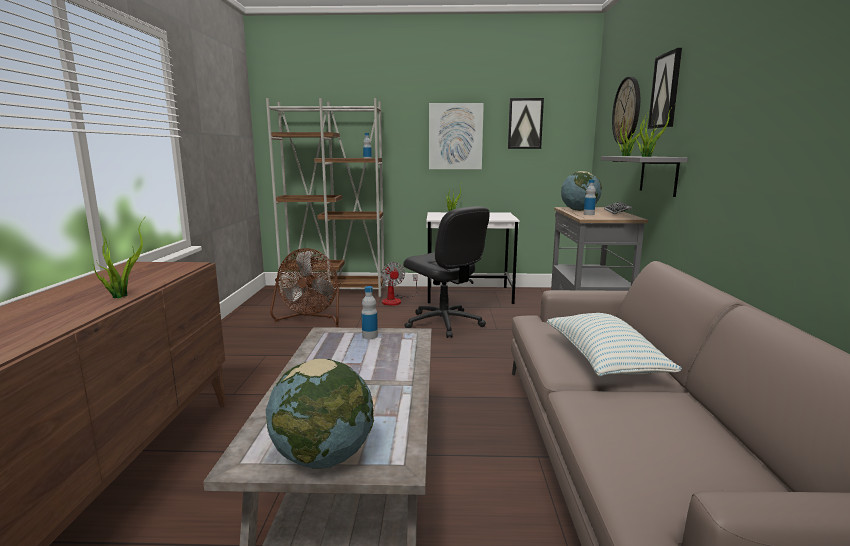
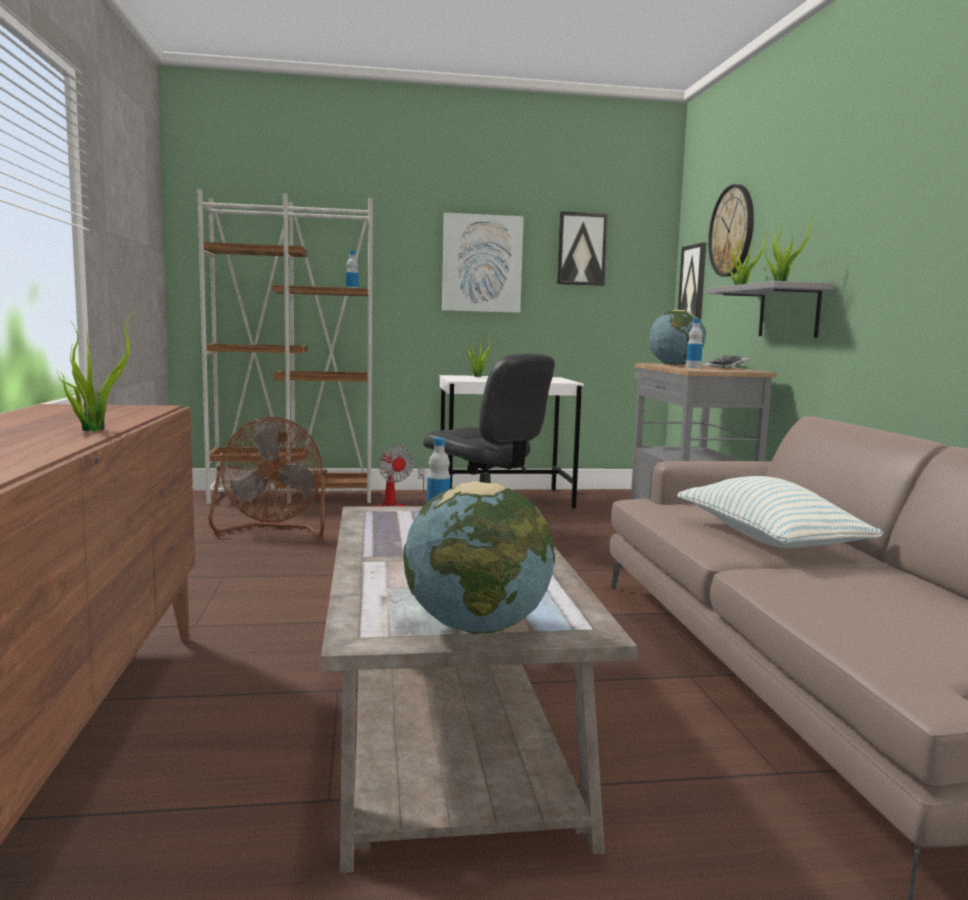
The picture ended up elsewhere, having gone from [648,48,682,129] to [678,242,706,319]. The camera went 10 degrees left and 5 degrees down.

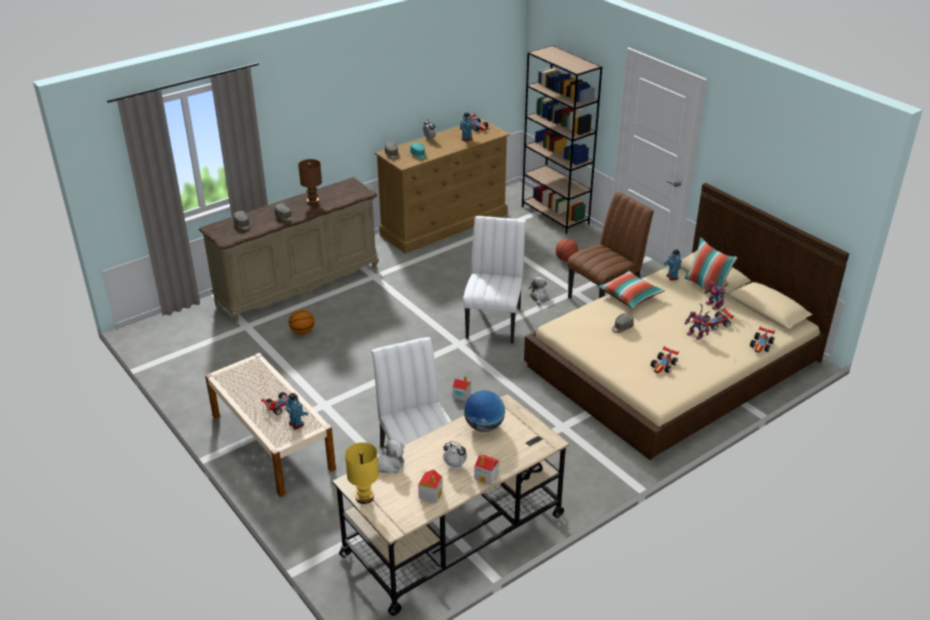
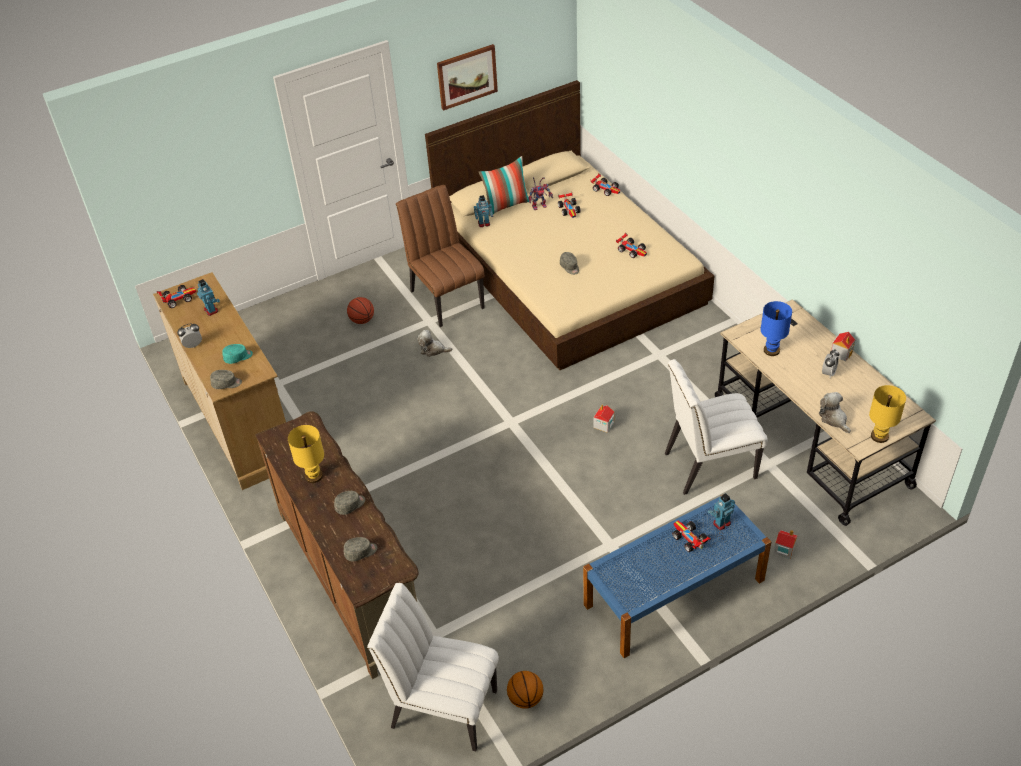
The second view lost the sand-coloured shelving unit at [522,45,602,234]. The second view lost the cushion at [598,270,665,309]. The second view lost the model robot at [685,304,710,340]. The second view gained the picture at [437,44,498,111]. The ball for basketball ended up elsewhere, having gone from [289,309,314,335] to [507,671,543,709]. The toy house ended up elsewhere, having gone from [418,469,443,503] to [774,530,798,559]. The white-coloured plain chair ended up elsewhere, having gone from [463,216,526,344] to [367,583,499,751]. Where the world globe stood at [464,390,505,432], the blue-coloured table lamp came to stand at [761,301,792,356]. What was the sand-coloured indoor bench at [205,353,336,497] turned into the blue-coloured indoor bench at [583,494,771,658]. What was the brownish table lamp at [298,159,322,204] turned into the yellowish table lamp at [288,425,324,483]. The camera went 80 degrees left and 10 degrees up.

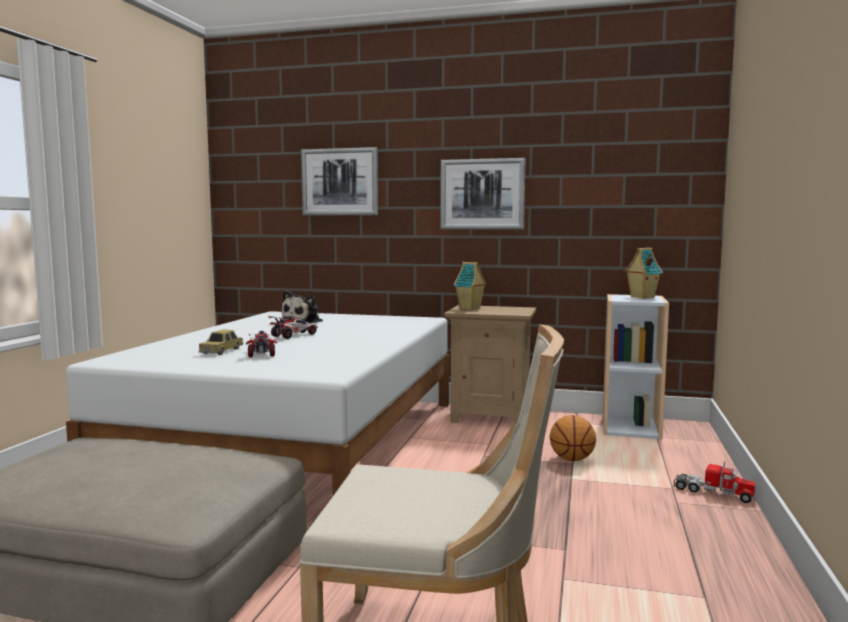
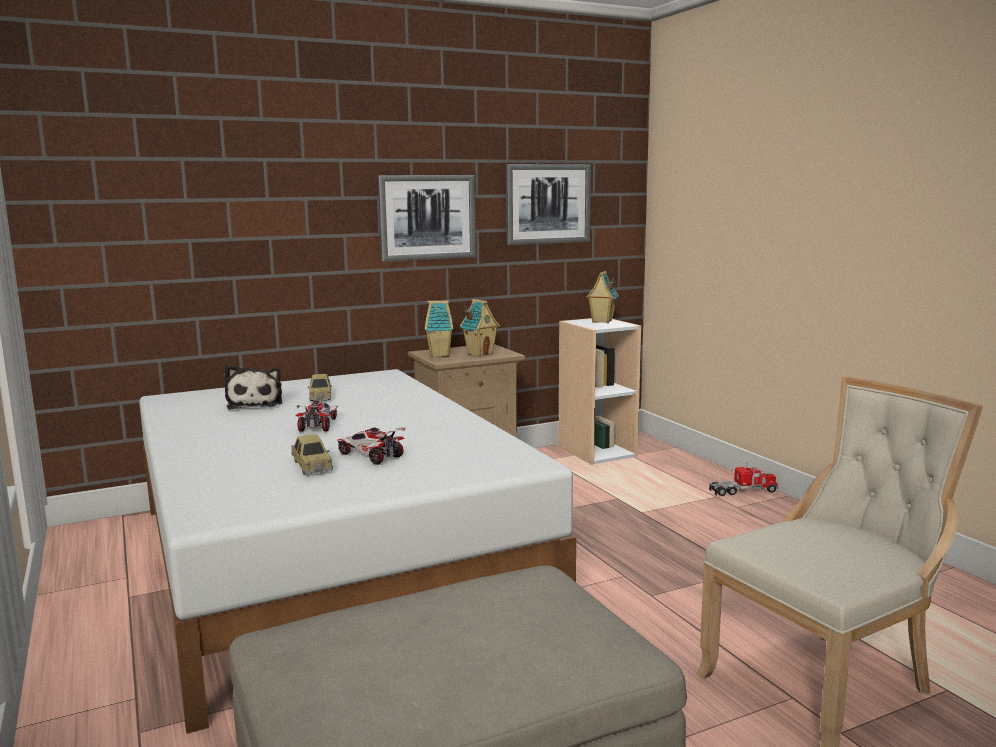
The second view lost the ball for basketball at [550,415,596,461]. The second view gained the toy car at [308,374,332,401]. The second view gained the toy house at [460,299,500,357]. The picture ended up elsewhere, having gone from [301,147,378,216] to [506,164,591,245]. The camera went 40 degrees left and 5 degrees up.

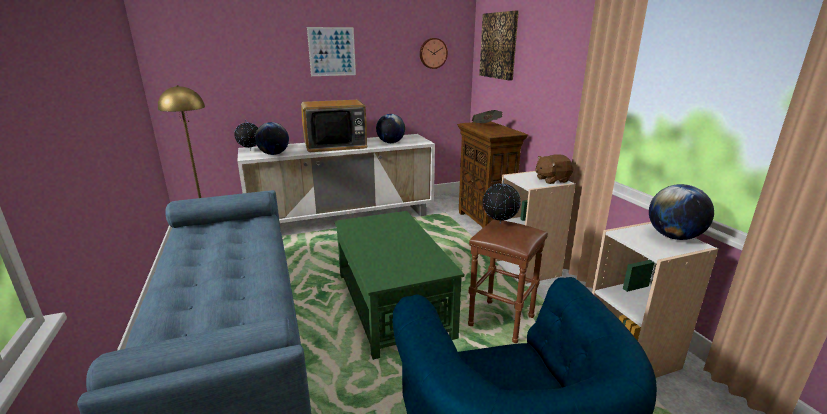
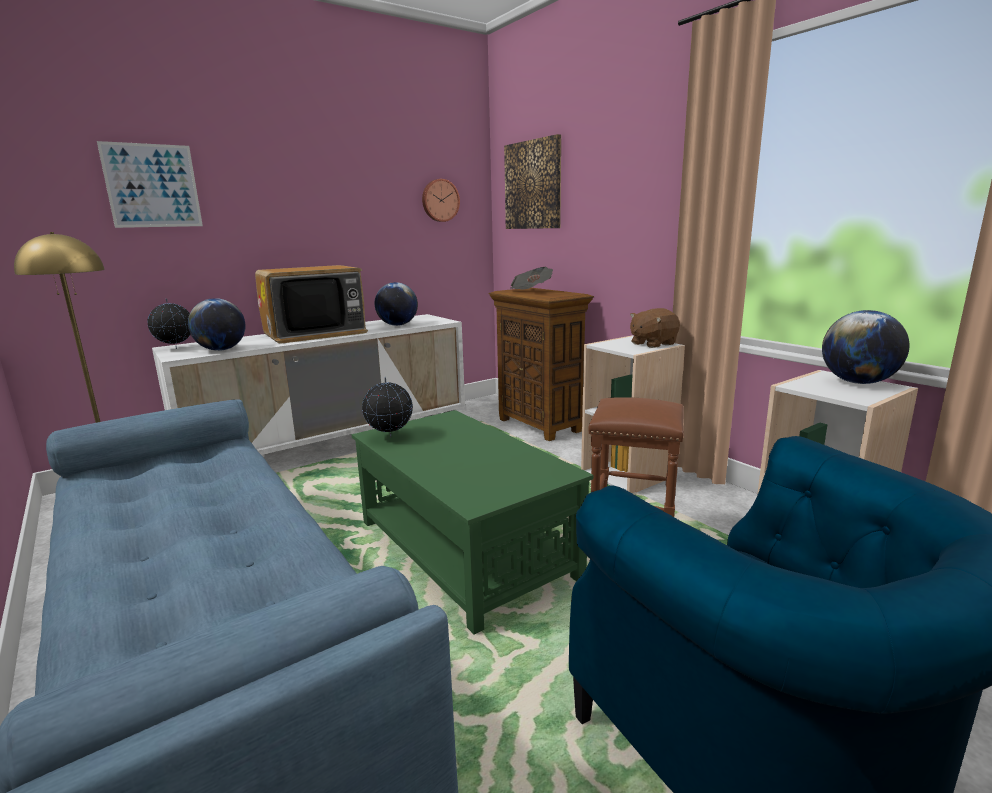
The picture ended up elsewhere, having gone from [307,27,356,76] to [97,141,203,228]. The world globe ended up elsewhere, having gone from [483,180,521,224] to [362,377,413,437]. The camera went 15 degrees left and 5 degrees down.

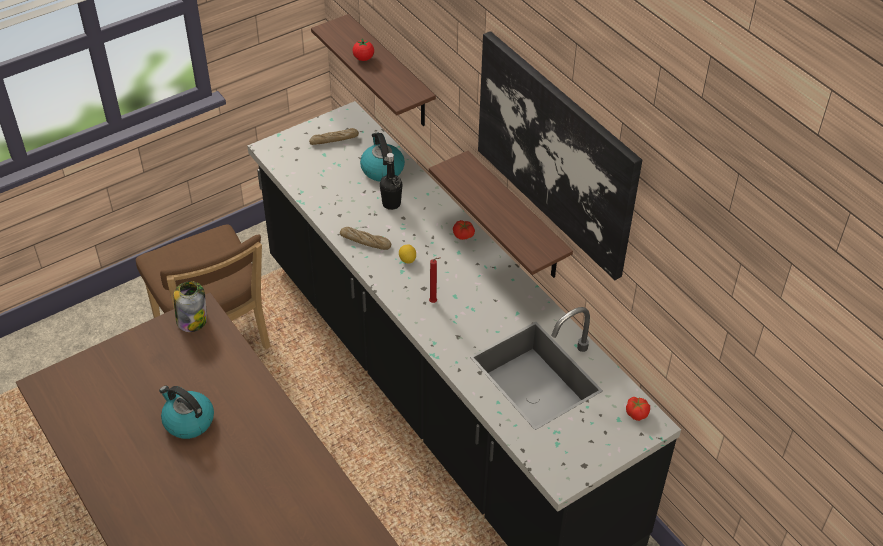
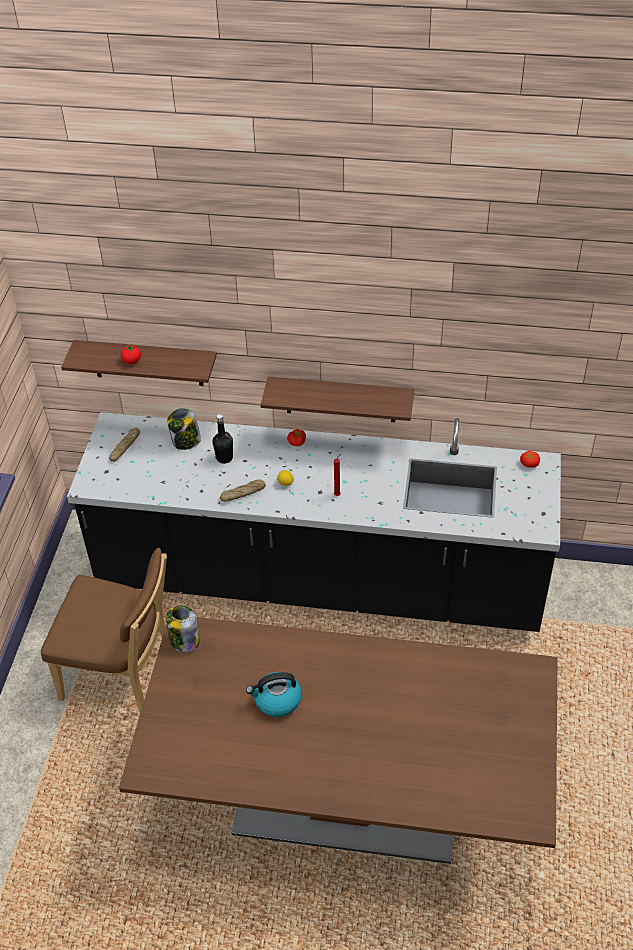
The second view lost the picture at [478,31,642,280]. Where the kettle stood at [360,133,405,181], the jar came to stand at [167,408,201,450]. The camera went 45 degrees left and 0 degrees up.

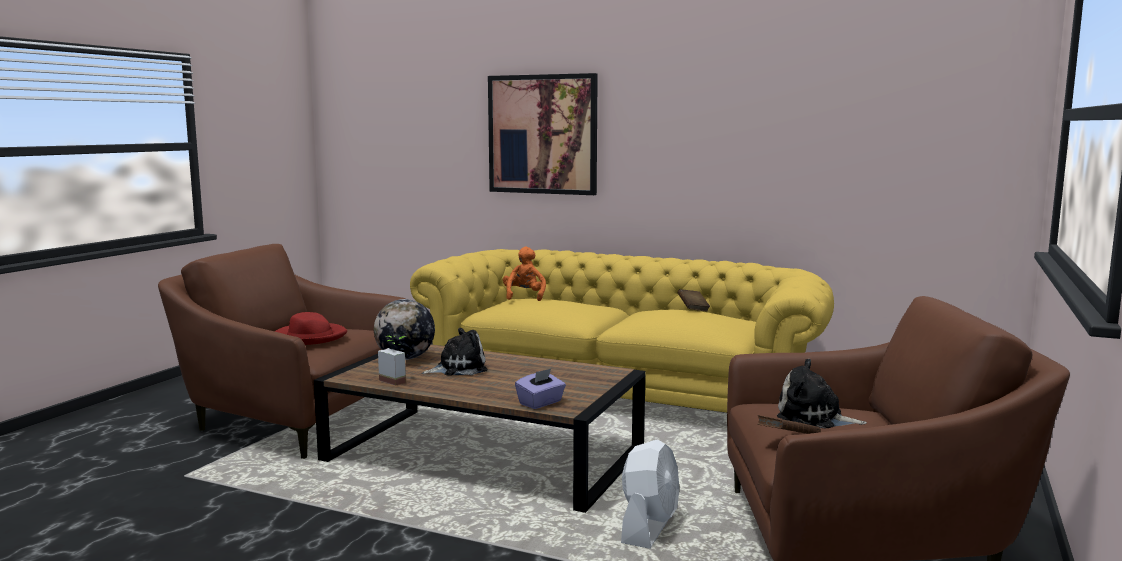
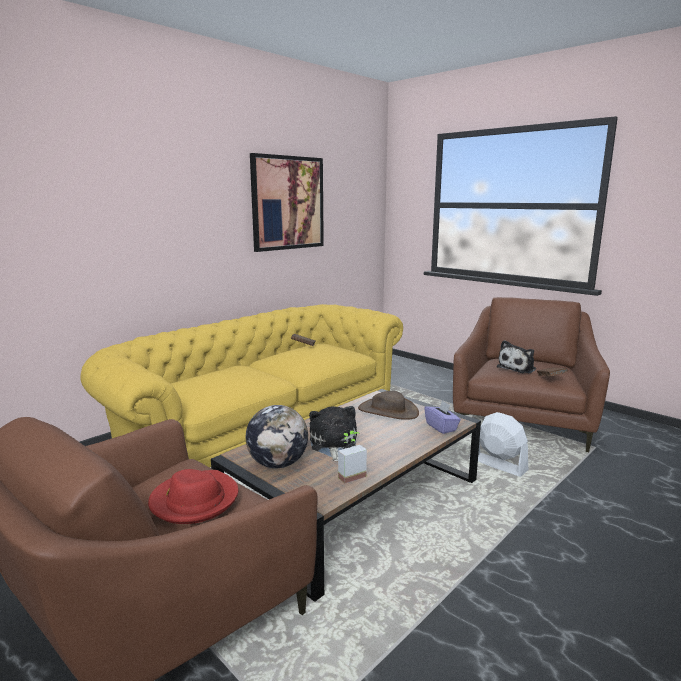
The second view lost the orange soft toy at [503,247,546,301]. The second view gained the brownish hat at [358,391,419,420]. The picture ended up elsewhere, having gone from [488,73,598,195] to [250,153,324,252]. The camera went 70 degrees left and 5 degrees up.

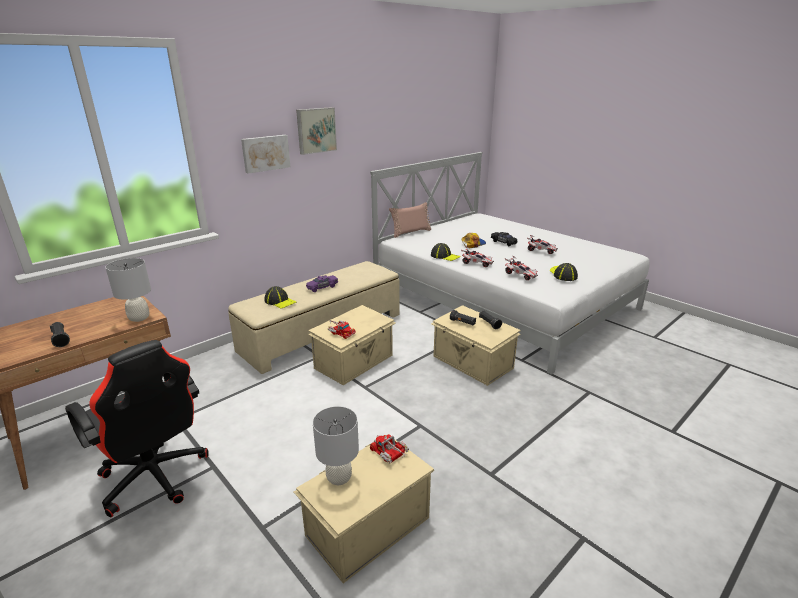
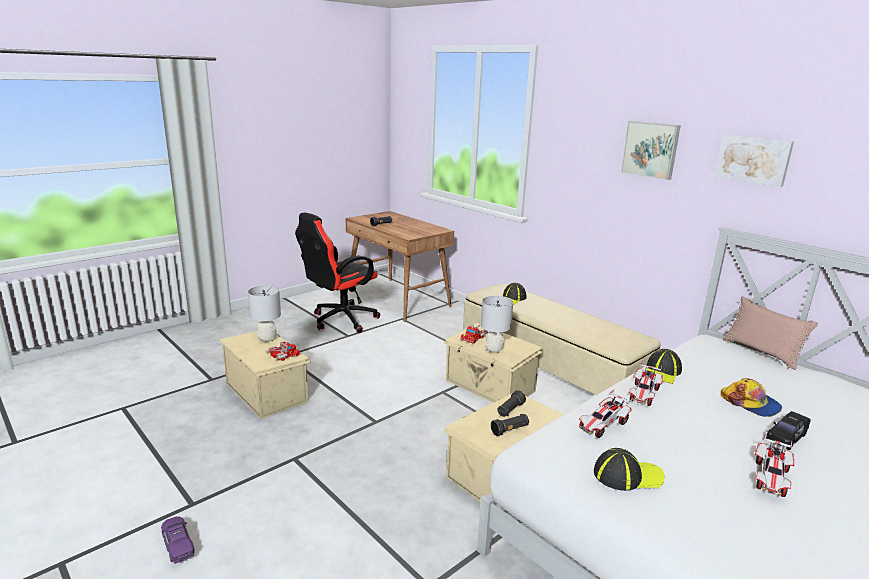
The greyish table lamp ended up elsewhere, having gone from [105,258,151,322] to [481,296,513,353]. The picture ended up elsewhere, having gone from [241,135,290,174] to [715,135,794,187]. The purple toy car ended up elsewhere, having gone from [306,275,338,292] to [161,516,194,564]. The camera went 90 degrees right and 5 degrees down.

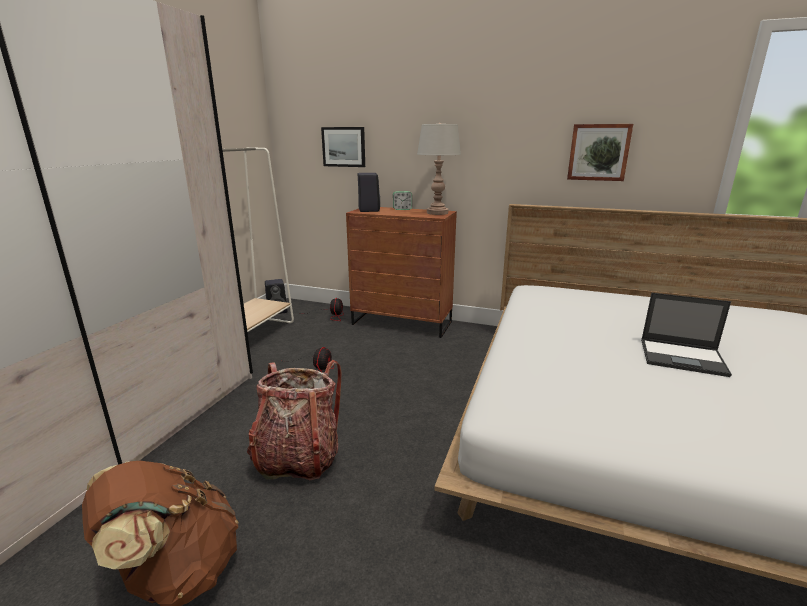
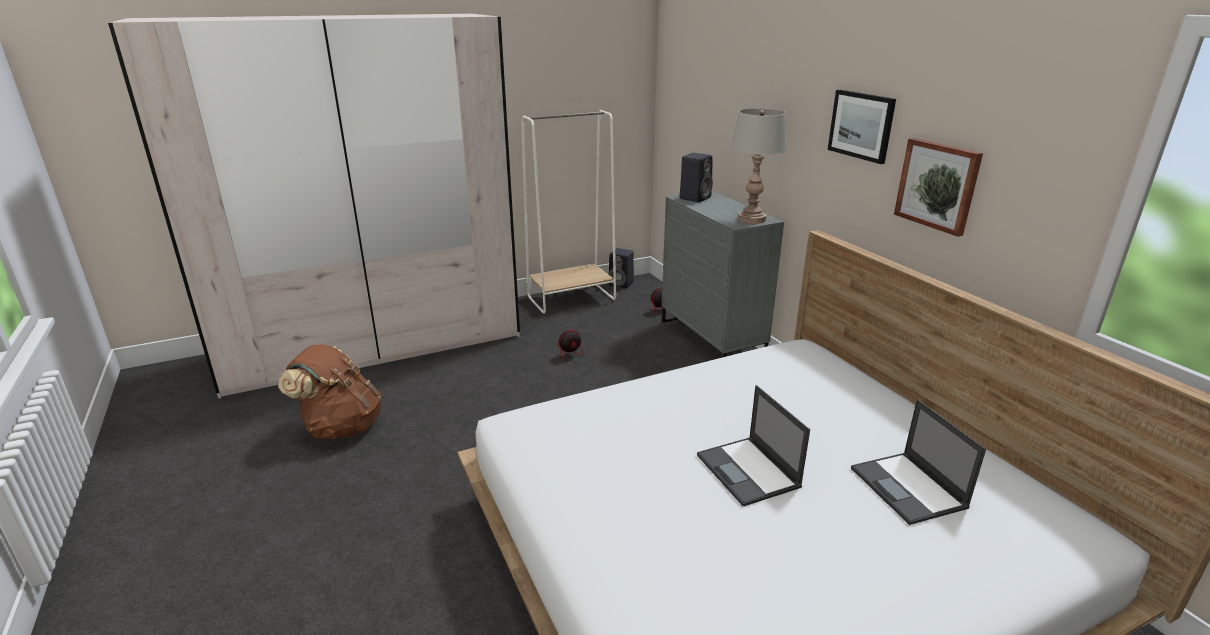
The second view lost the rucksack at [247,360,342,480]. The second view lost the alarm clock at [393,191,412,210]. The second view gained the notebook computer at [851,399,986,525]. The picture ended up elsewhere, having gone from [321,127,365,167] to [828,90,896,164]. What was the brownish chest of drawers at [346,207,457,338] turned into the greyish chest of drawers at [661,191,784,357]. The camera went 45 degrees right and 5 degrees up.

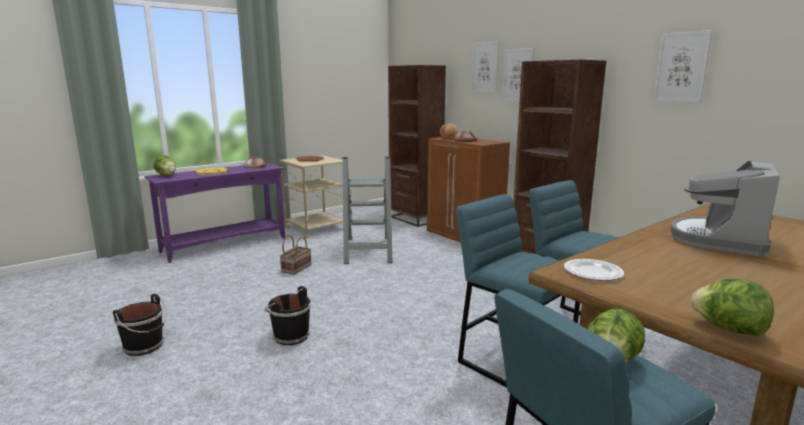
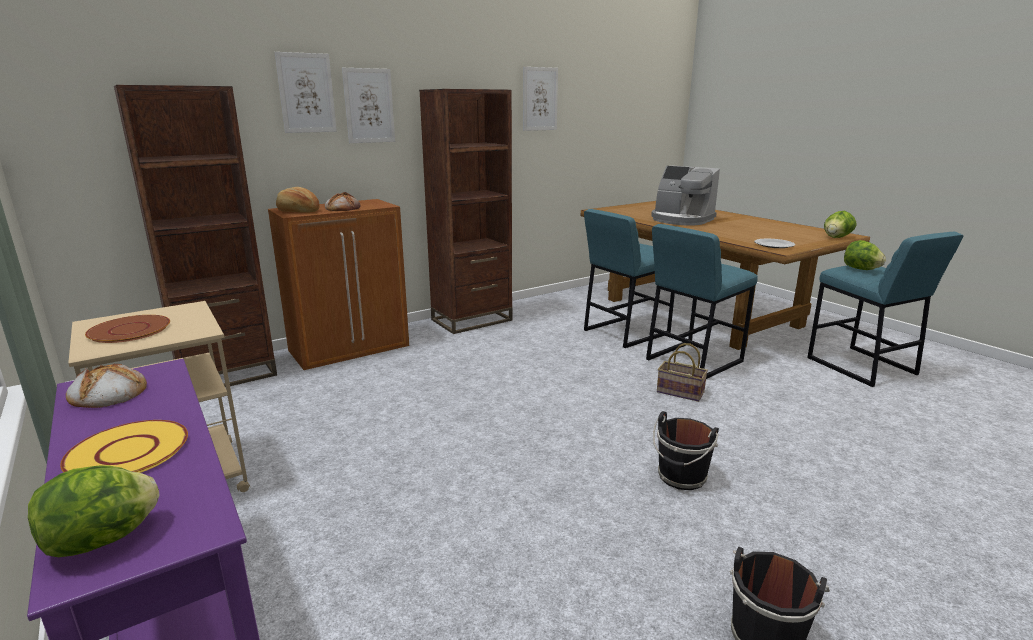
The second view lost the greyish stepladder at [342,157,393,264]. The storage basket ended up elsewhere, having gone from [280,235,311,275] to [657,343,708,402]. The camera went 85 degrees left and 5 degrees up.

